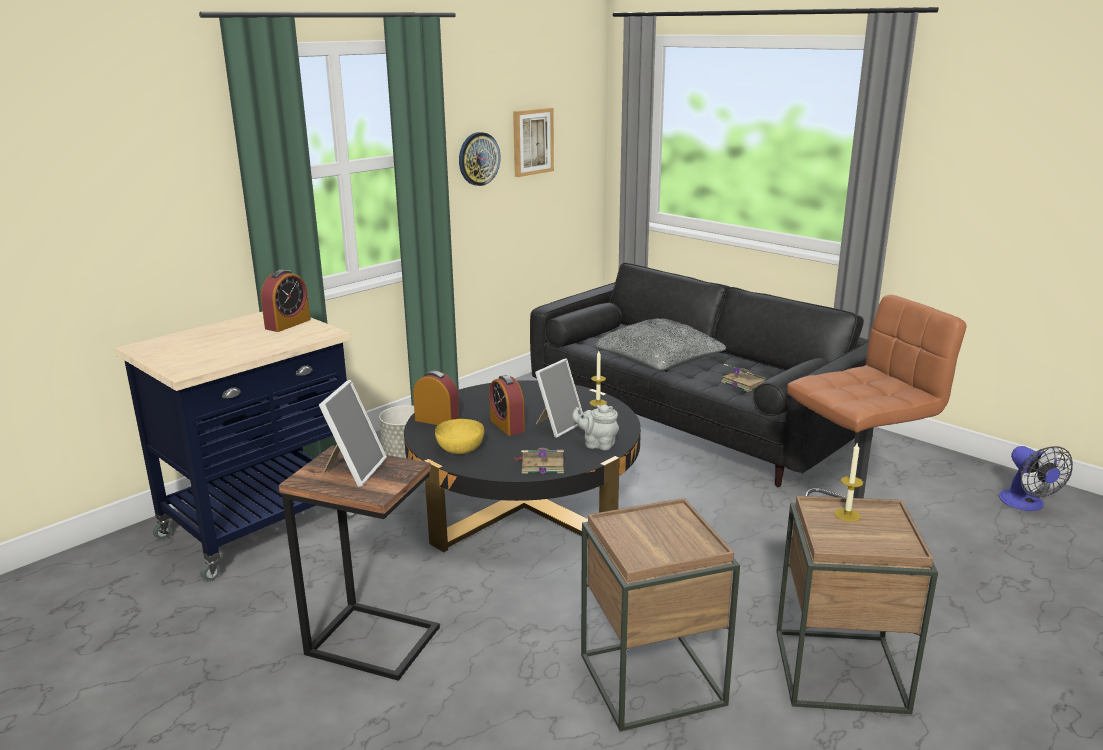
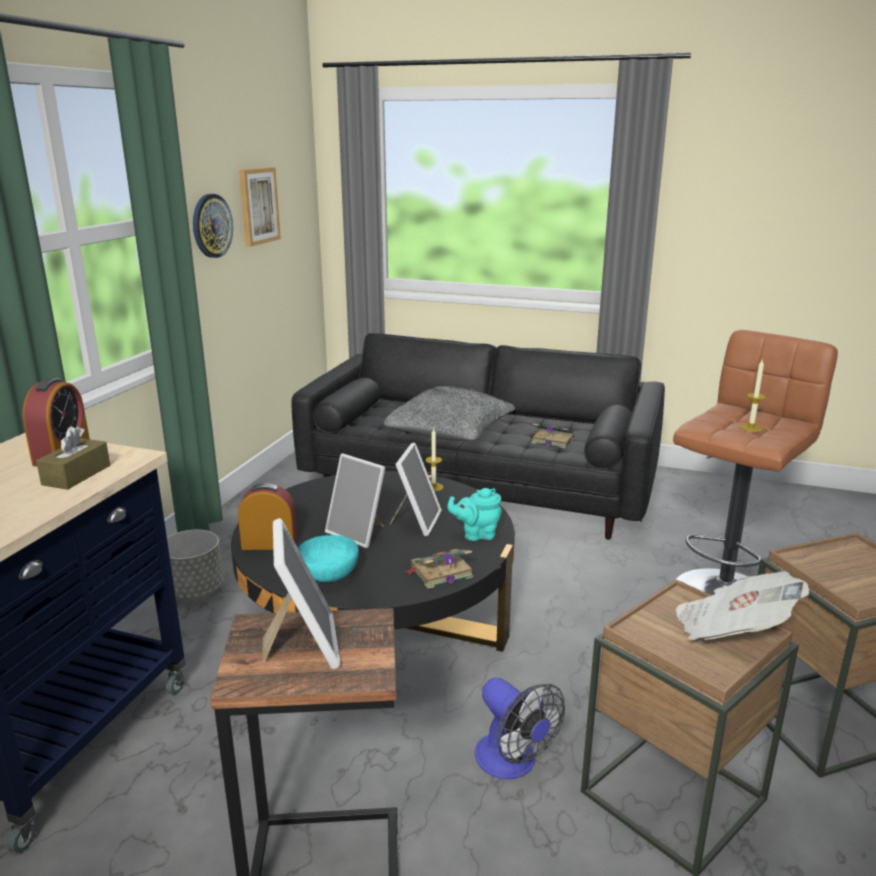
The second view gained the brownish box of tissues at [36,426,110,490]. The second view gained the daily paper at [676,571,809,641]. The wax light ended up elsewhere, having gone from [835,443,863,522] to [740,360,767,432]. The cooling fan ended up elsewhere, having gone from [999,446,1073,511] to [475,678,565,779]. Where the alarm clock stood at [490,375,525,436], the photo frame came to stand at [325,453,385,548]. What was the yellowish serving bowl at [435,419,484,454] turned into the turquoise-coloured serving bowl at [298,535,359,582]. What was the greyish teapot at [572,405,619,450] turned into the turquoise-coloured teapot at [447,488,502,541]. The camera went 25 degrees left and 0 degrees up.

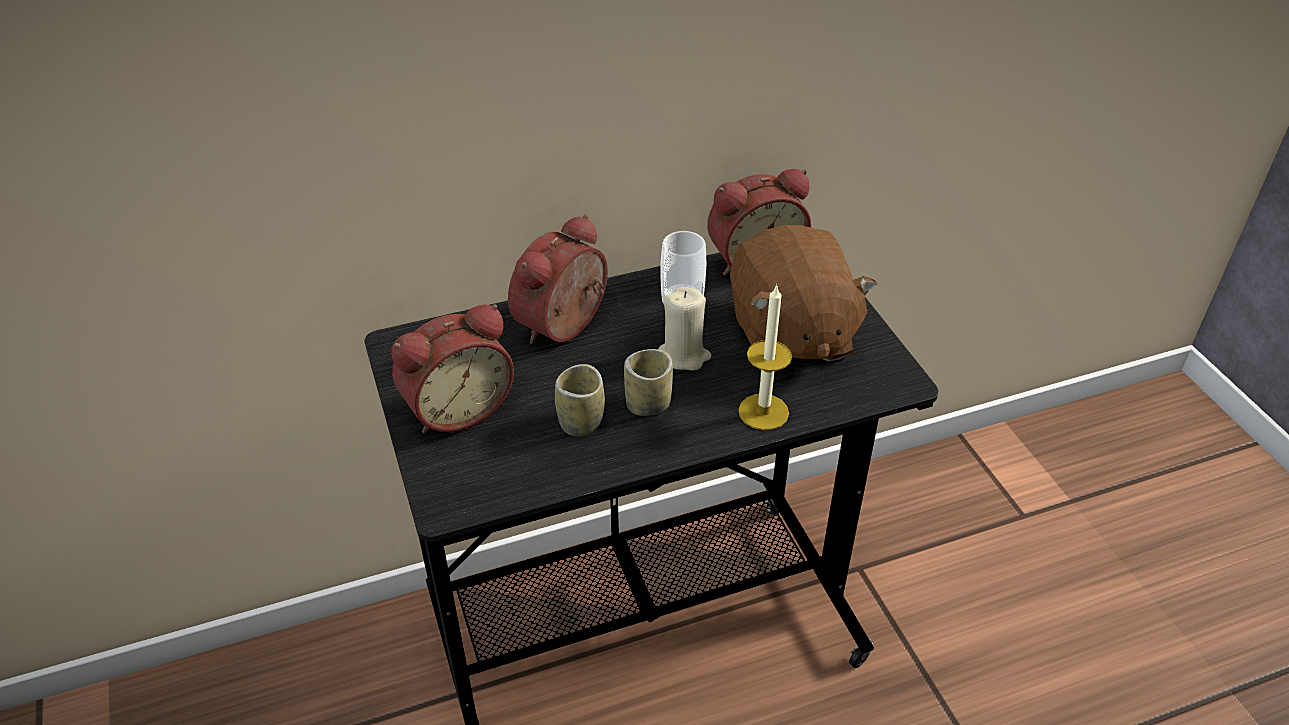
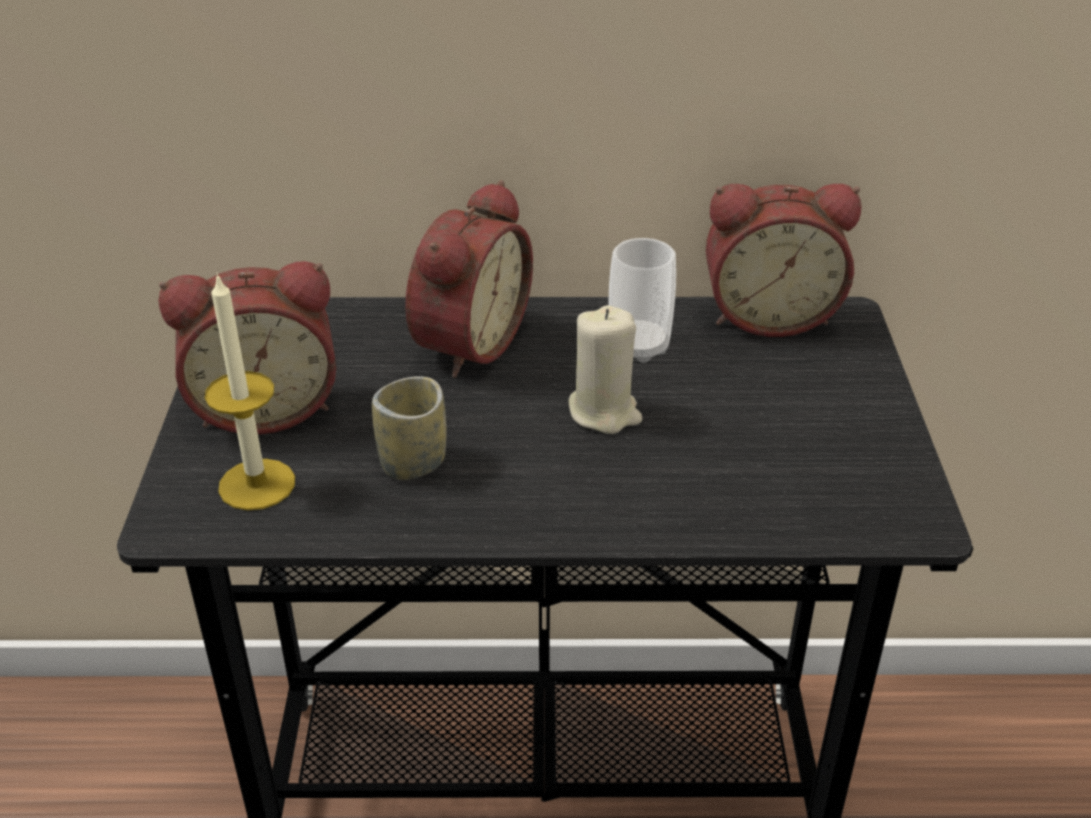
The second view lost the drinking cup at [624,349,673,416]. The second view lost the brownish soft toy at [730,225,877,364]. The wax light ended up elsewhere, having gone from [738,284,792,430] to [205,273,295,510]. The alarm clock at [508,214,608,344] ended up facing another way, 150 degrees clockwise from before. The camera went 20 degrees right and 5 degrees down.

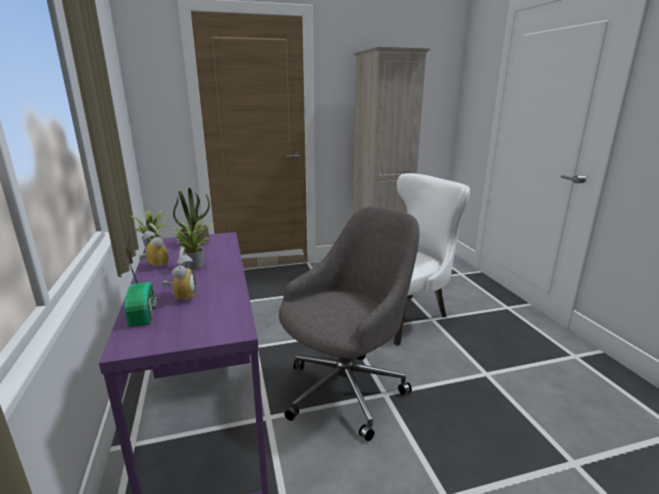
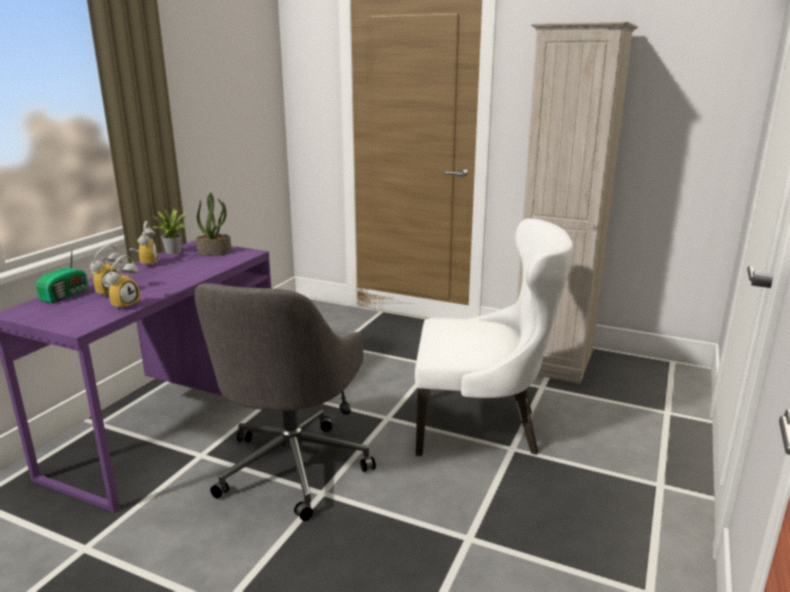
The second view lost the houseplant at [172,220,213,270]. The second view gained the alarm clock at [104,255,140,310]. The greyish desk chair at [279,206,419,441] ended up facing another way, 105 degrees clockwise from before. The camera went 40 degrees right and 0 degrees up.

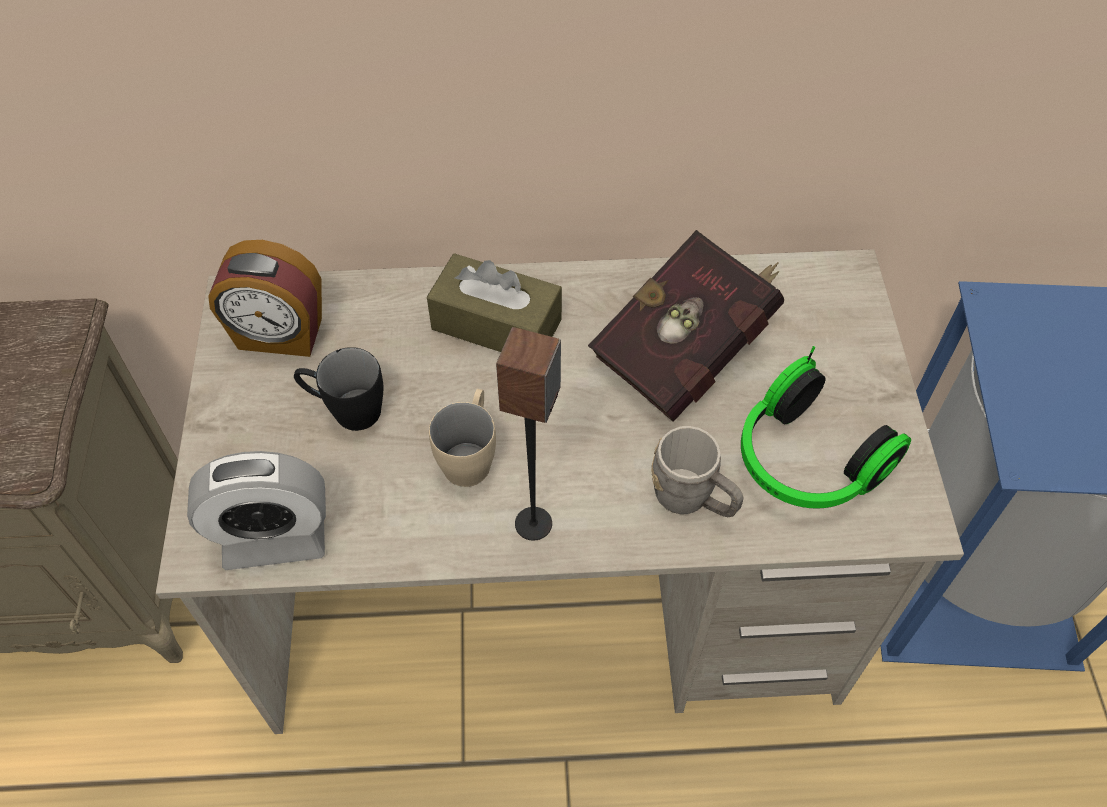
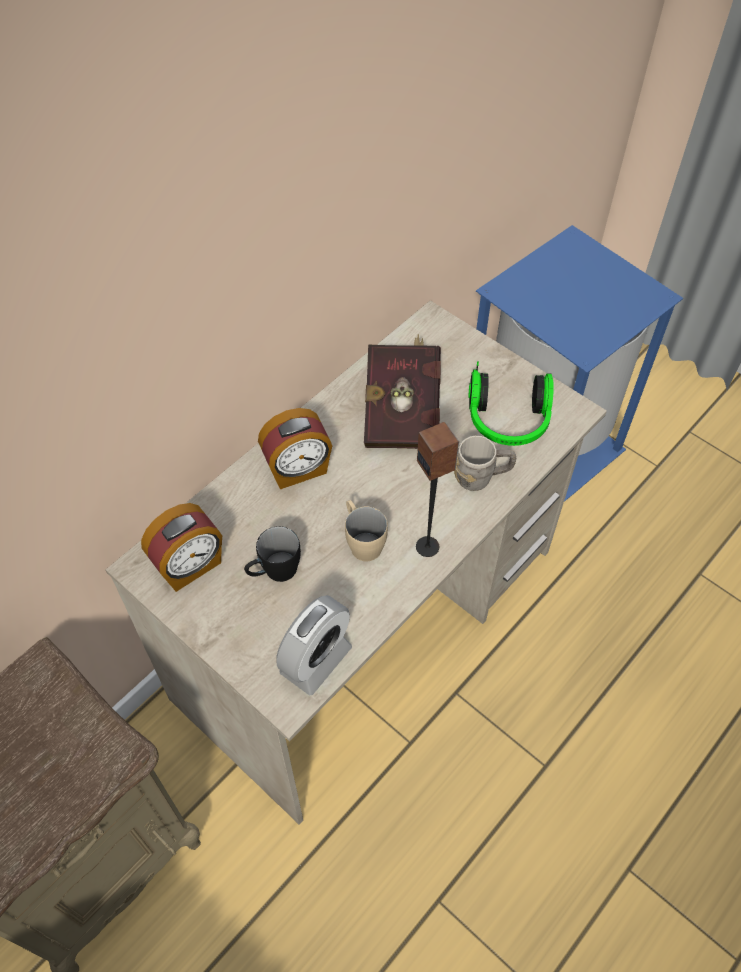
Where the brownish box of tissues stood at [427,253,562,352], the alarm clock came to stand at [258,408,332,489]. The camera went 45 degrees left and 0 degrees up.

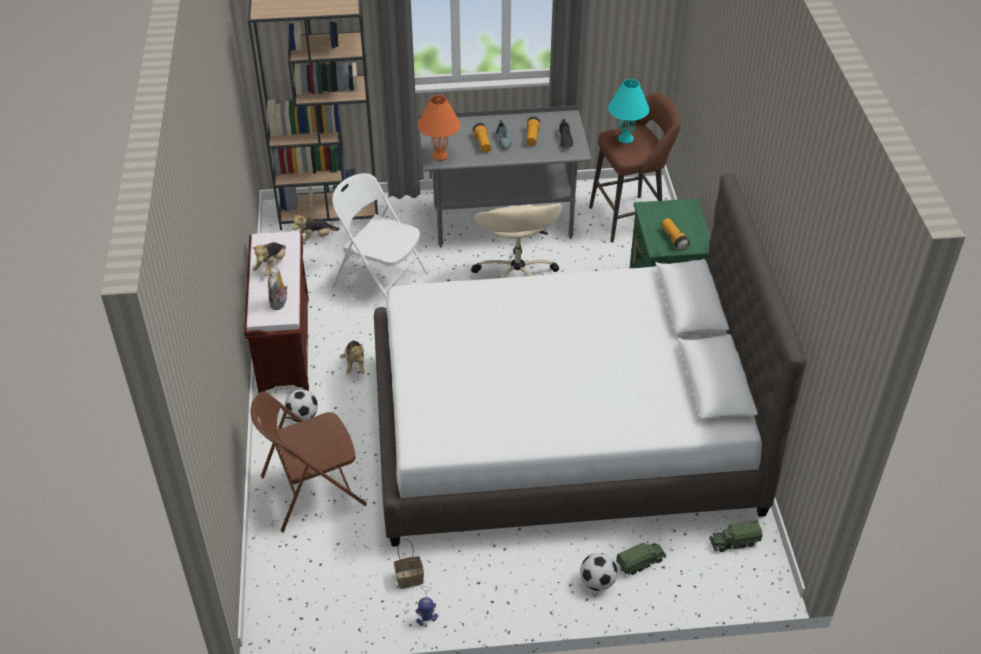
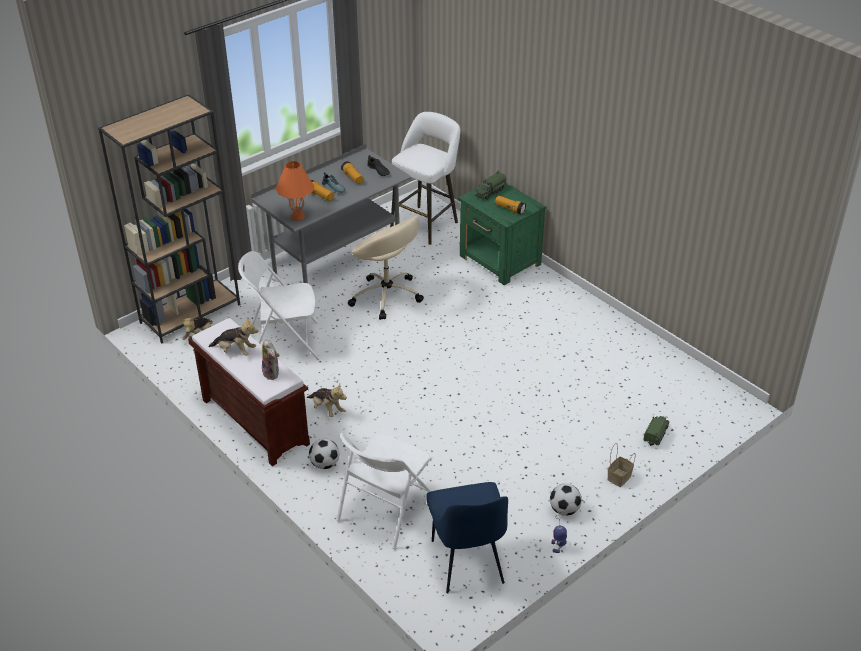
The second view lost the white-coloured sleeping bed at [374,173,807,547]. The second view lost the turquoise-coloured table lamp at [608,79,650,144]. The second view gained the blue-coloured plain chair at [427,482,508,594]. The storage basket ended up elsewhere, having gone from [394,539,424,589] to [607,443,636,487]. The football ball ended up elsewhere, having gone from [580,553,617,591] to [550,483,582,516]. The model truck ended up elsewhere, having gone from [709,520,762,552] to [475,171,506,200]. What was the brownish plain chair at [250,392,367,533] turned into the white-coloured plain chair at [336,433,432,550]. What was the brownish stool at [589,92,681,243] turned into the white-coloured stool at [390,112,460,245]. The soft toy at [252,242,286,276] ended up facing another way, 60 degrees counterclockwise from before. The camera went 35 degrees left and 5 degrees down.

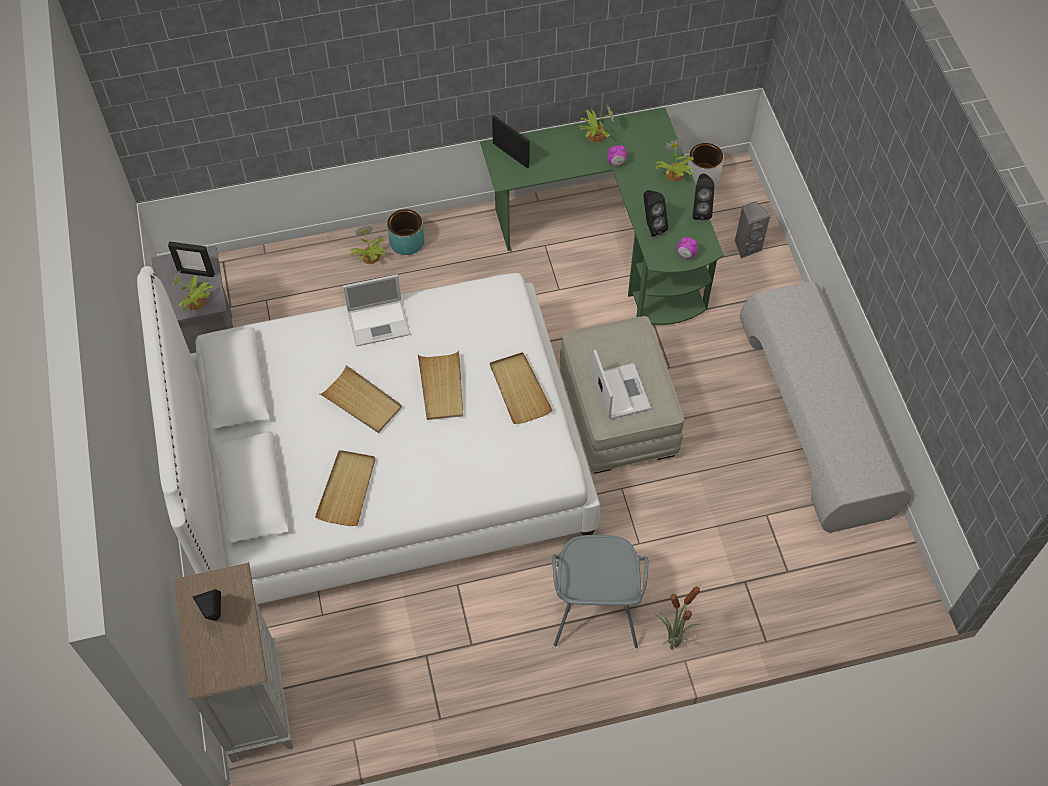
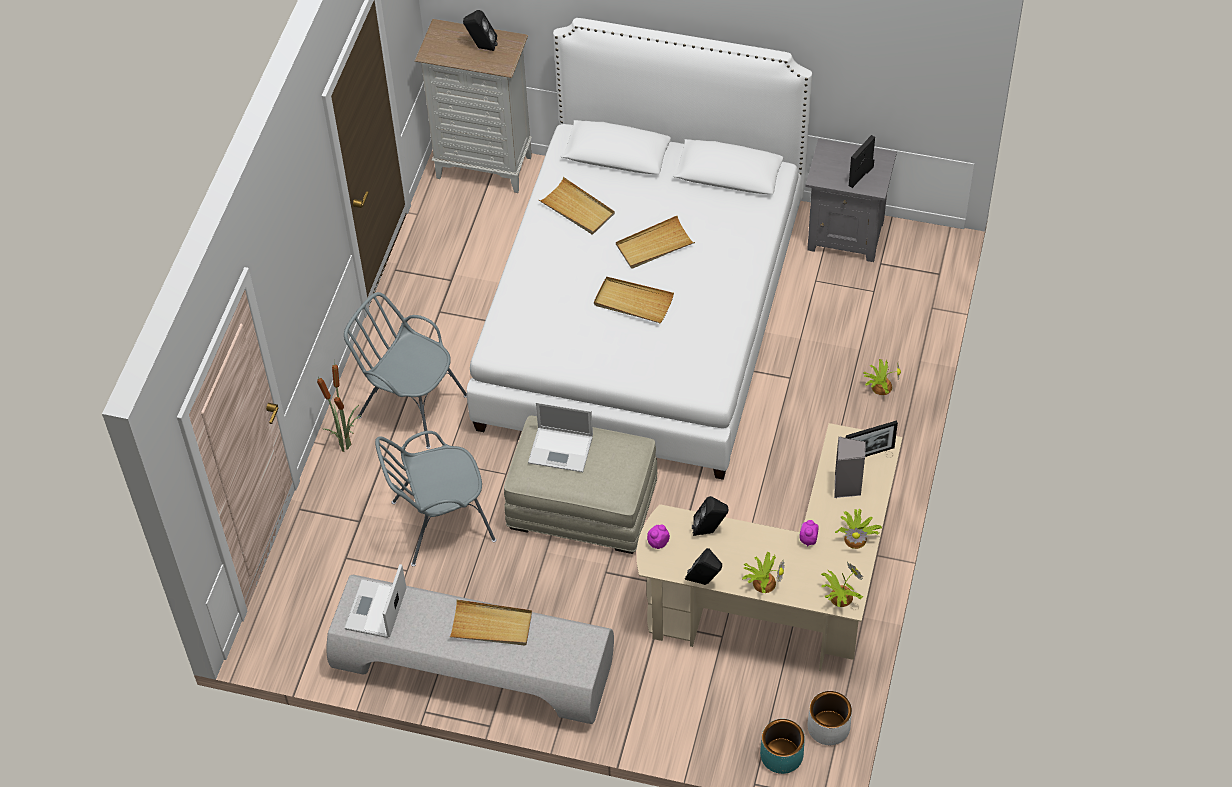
The second view gained the greyish plain chair at [375,431,496,566]. The houseplant ended up elsewhere, having gone from [171,270,213,311] to [821,562,863,607]. The notebook computer ended up elsewhere, having gone from [343,274,410,347] to [344,564,406,638]. The turquoise-coloured plant pot ended up elsewhere, having gone from [387,209,425,255] to [760,719,805,774]. The sand-coloured carrying tray ended up elsewhere, having gone from [490,352,553,424] to [449,600,532,645]. The greyish audio speaker ended up elsewhere, having gone from [735,201,771,259] to [834,436,866,498]. What was the green desk at [480,107,724,325] turned into the sand-coloured desk at [637,423,902,671]. The camera went 120 degrees right and 5 degrees down.

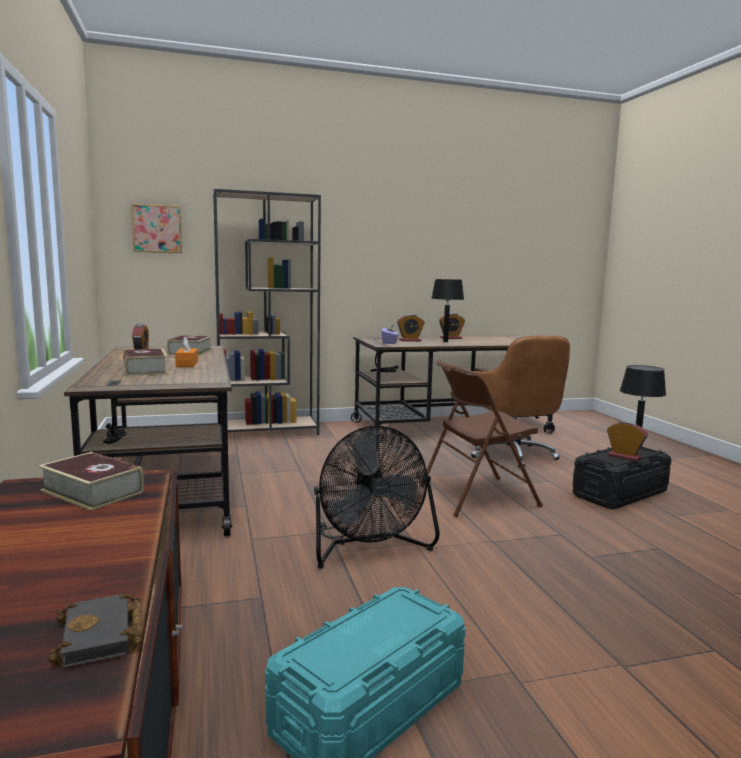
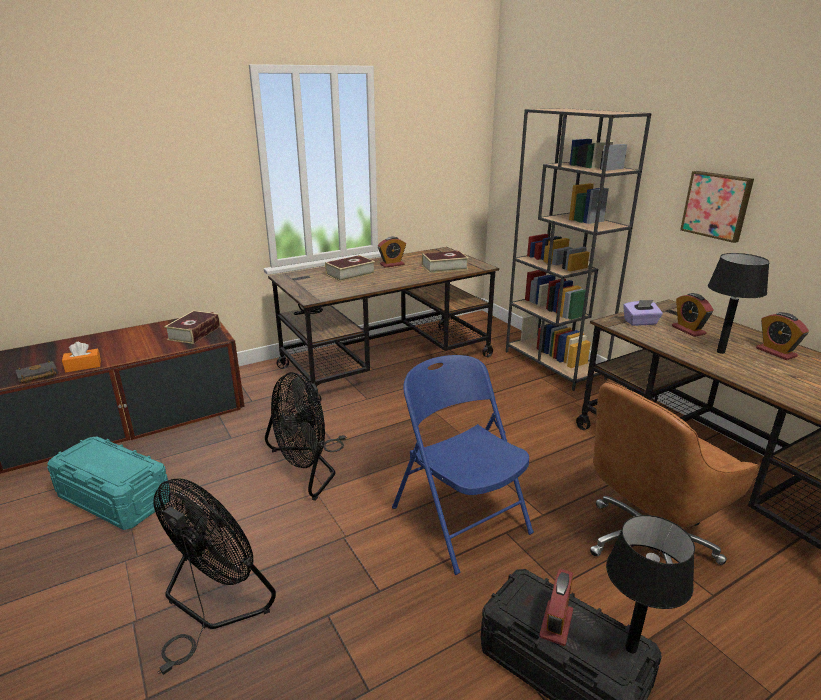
The second view gained the black-coloured cooling fan at [153,478,276,675]. The picture ended up elsewhere, having gone from [131,203,182,253] to [680,171,754,243]. The orange box of tissues ended up elsewhere, having gone from [175,337,198,367] to [62,342,101,373]. What was the brownish plain chair at [420,360,543,517] turned into the blue-coloured plain chair at [392,355,534,575]. The camera went 75 degrees right and 15 degrees up.

